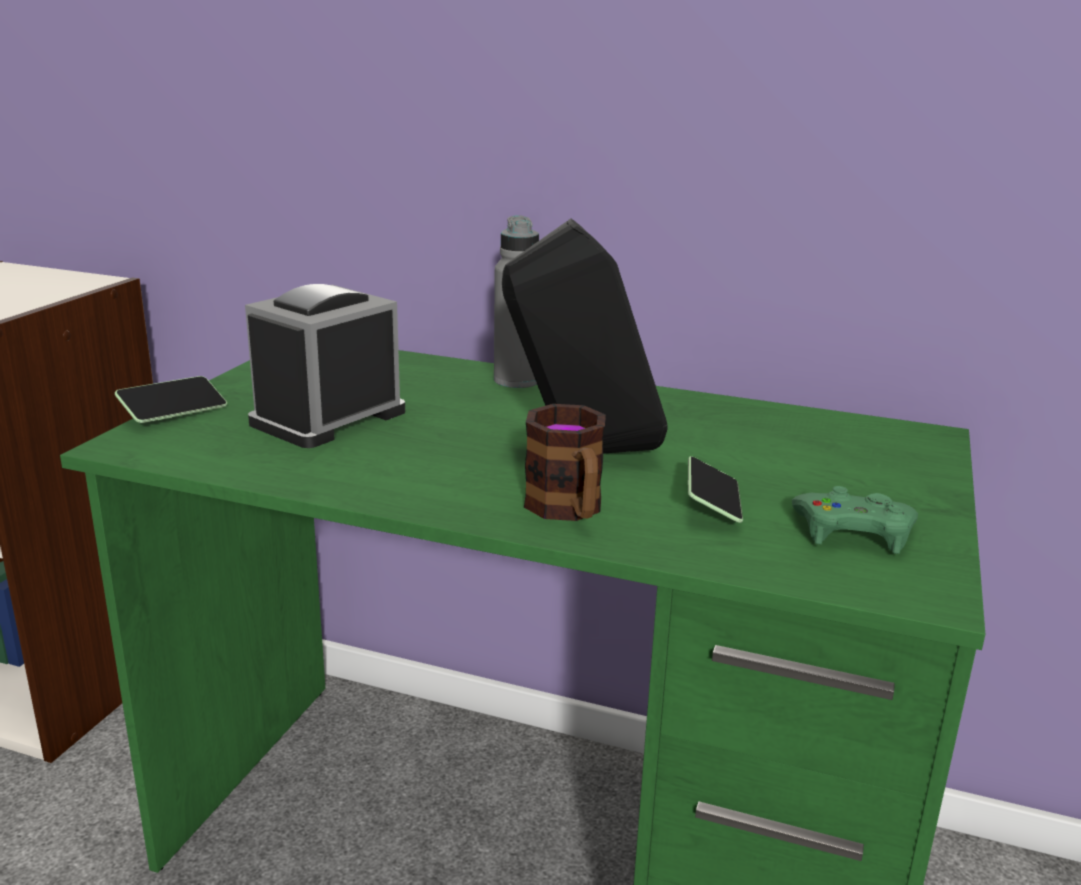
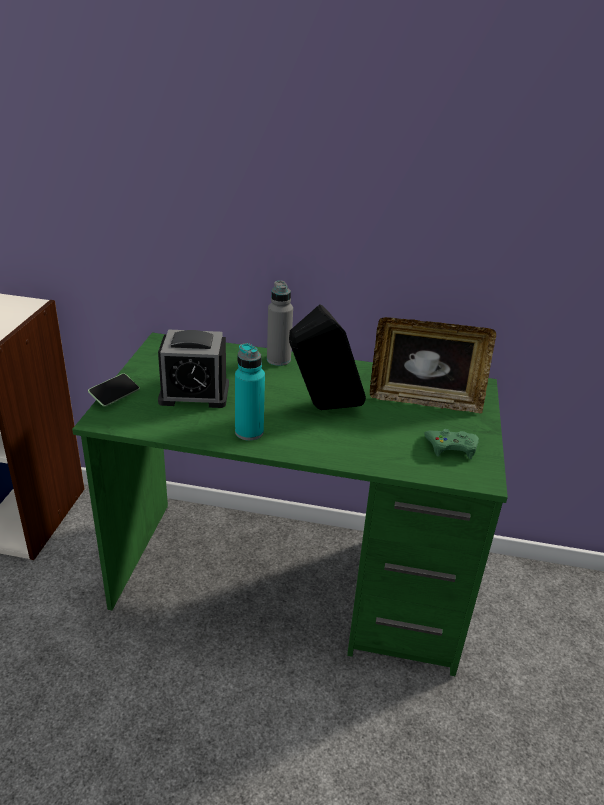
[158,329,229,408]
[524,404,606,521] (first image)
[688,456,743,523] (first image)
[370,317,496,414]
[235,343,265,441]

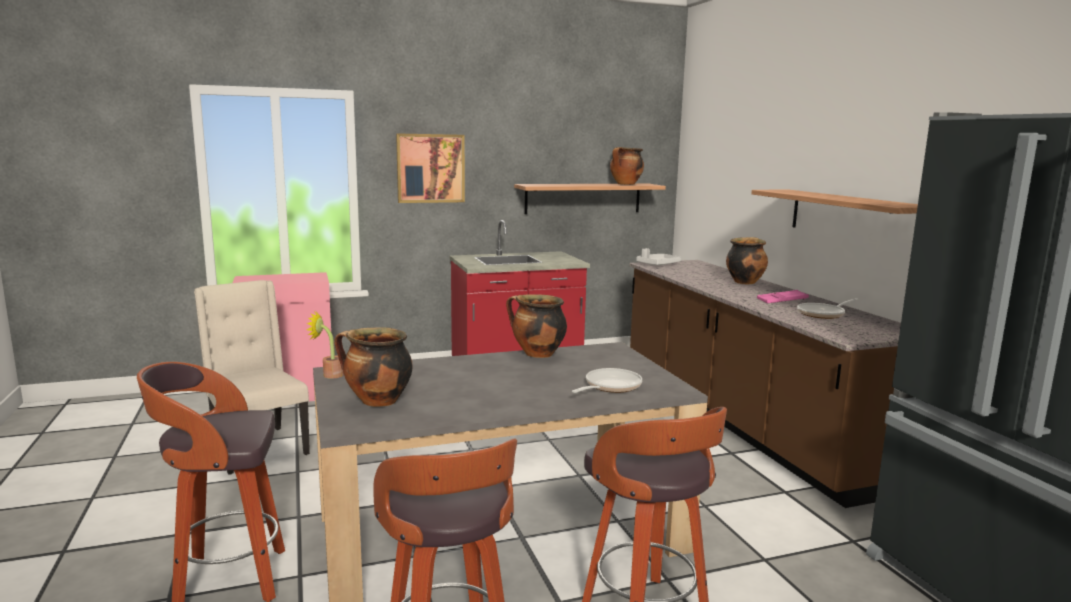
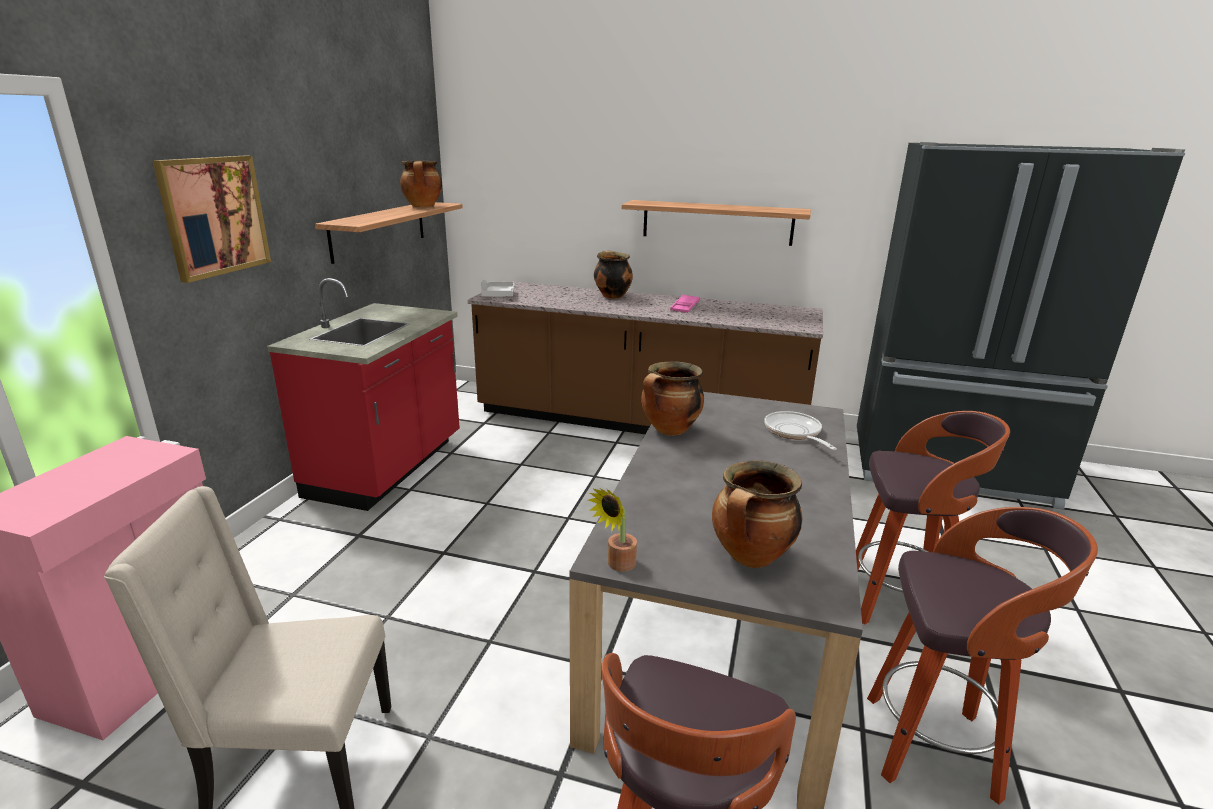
[797,298,859,319] (first image)

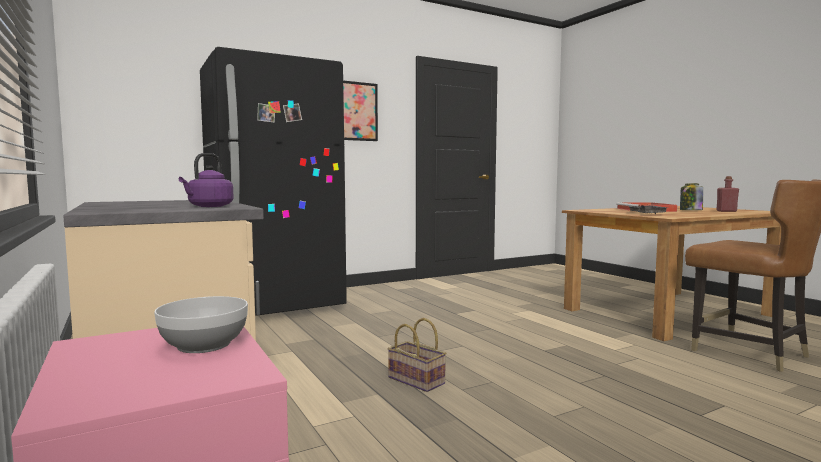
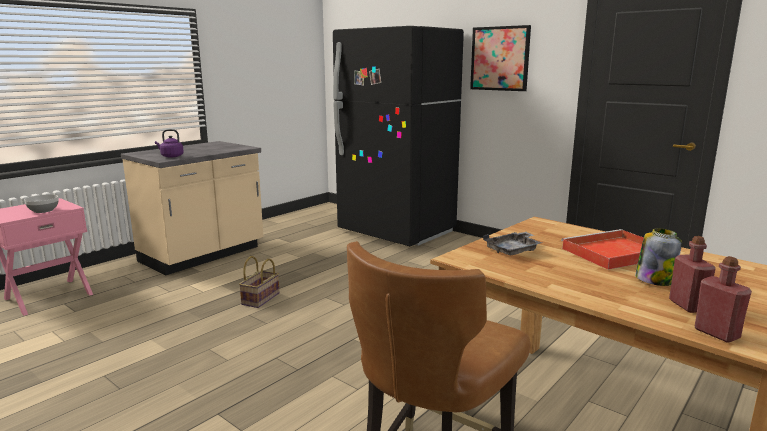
[695,256,752,342]

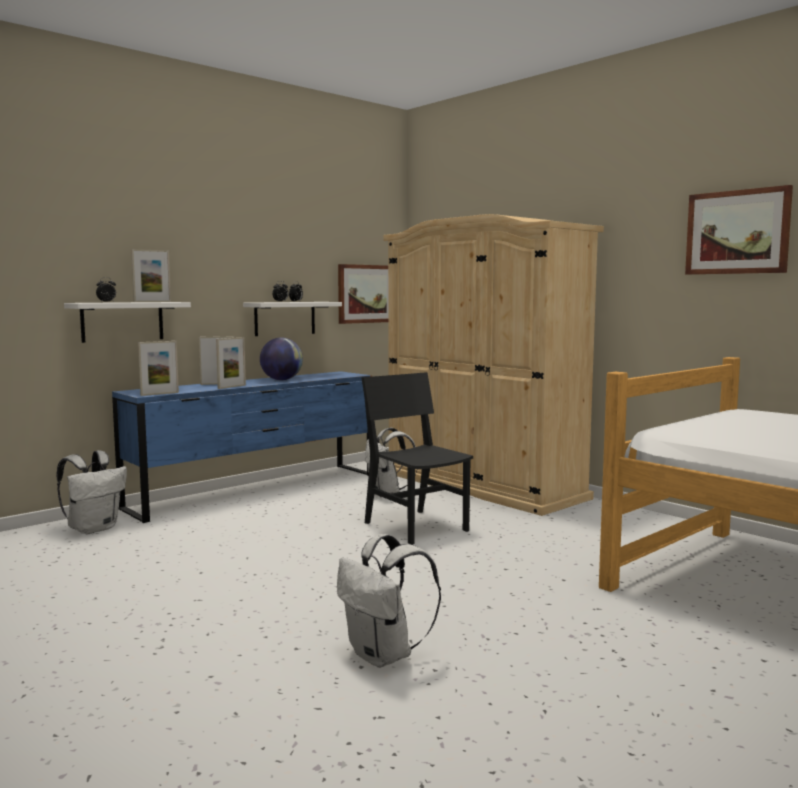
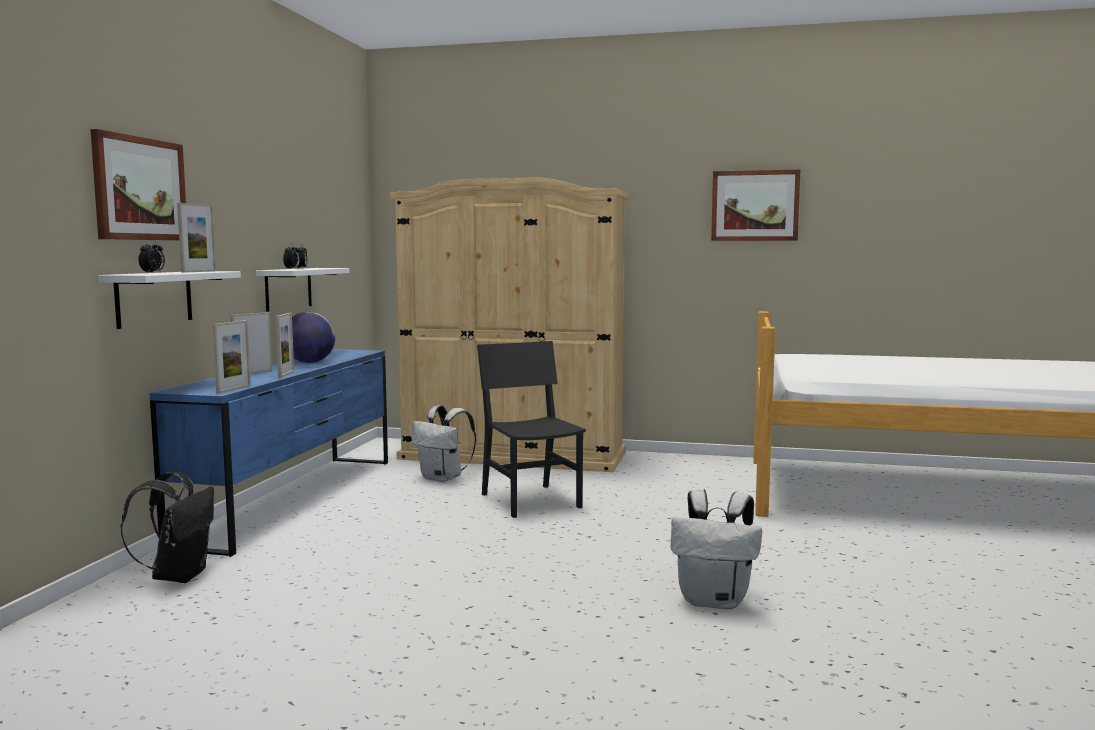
[91,129,186,241]
[477,341,586,518]
[121,471,214,583]

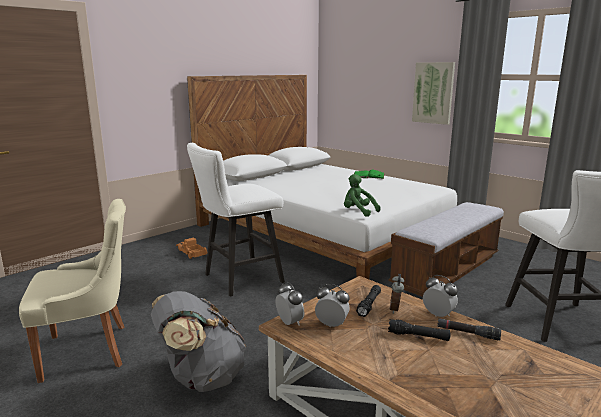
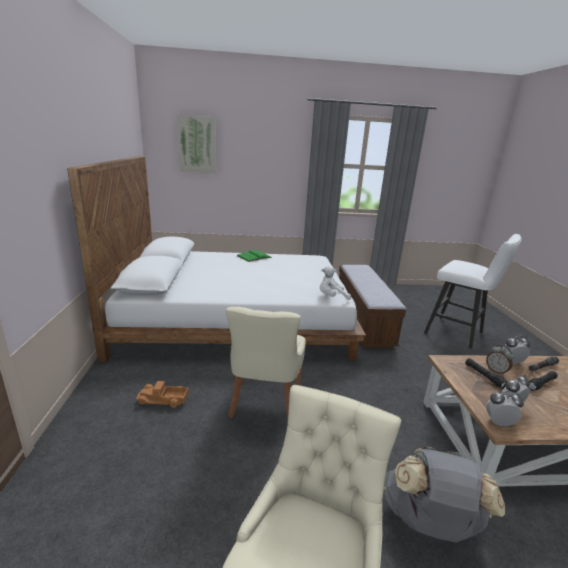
[177,115,216,173]
[225,307,306,420]
[320,265,351,300]

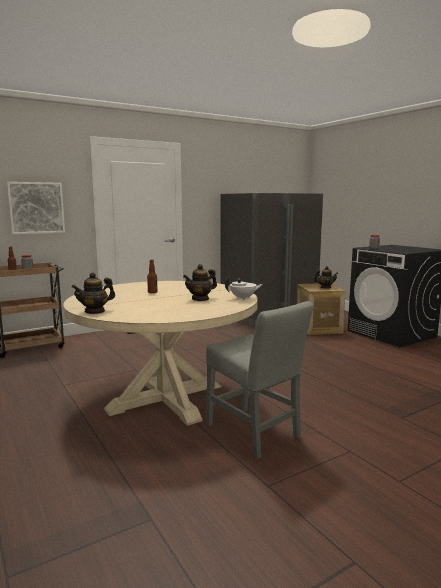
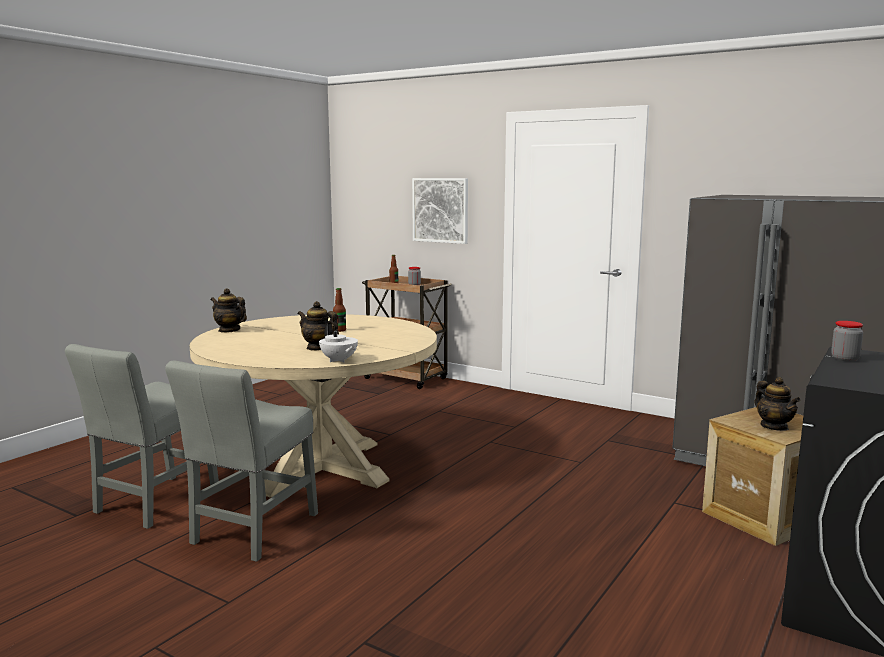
[65,344,219,529]

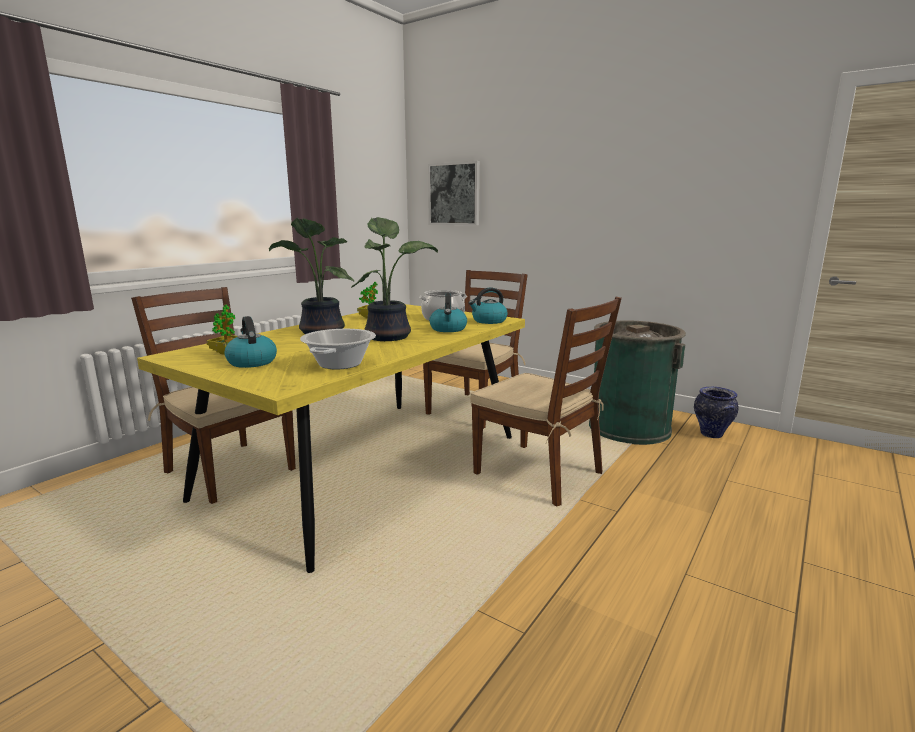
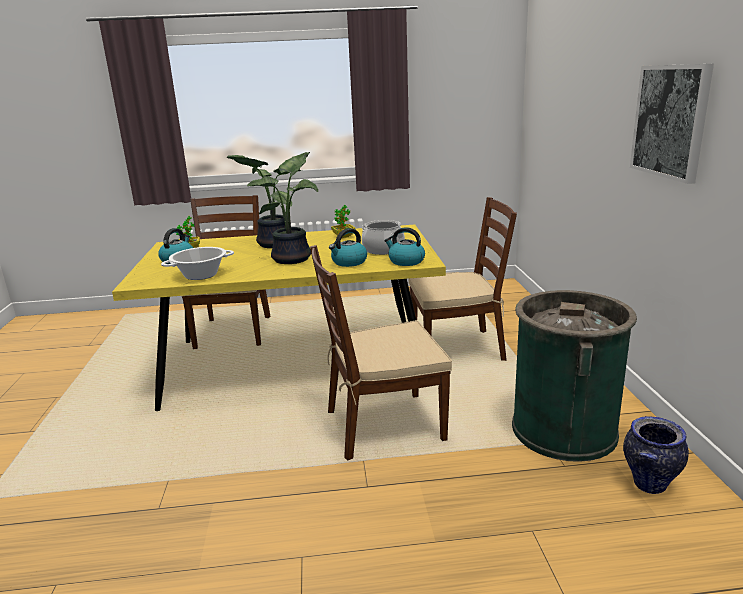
[630,64,714,184]
[310,245,452,461]

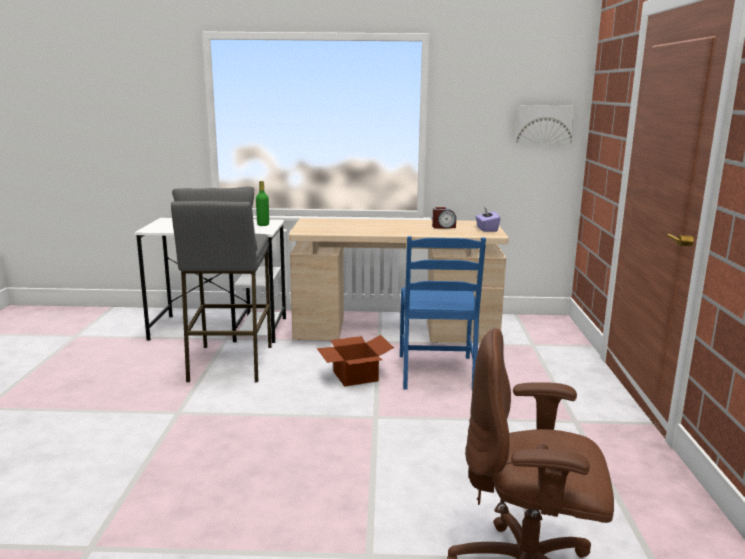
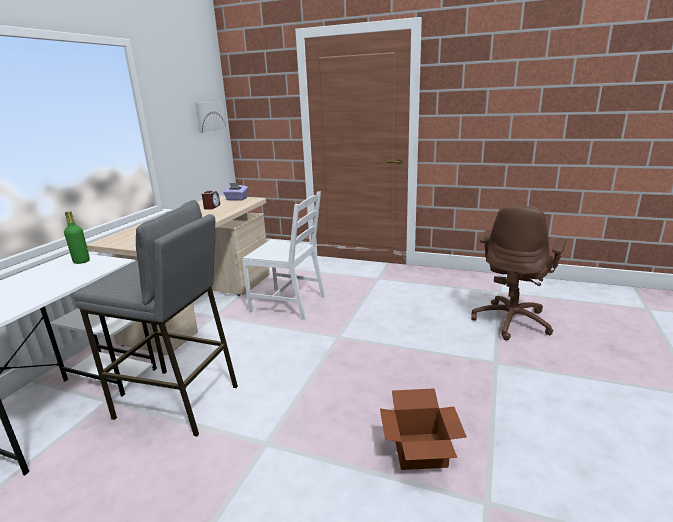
[242,191,325,320]
[380,388,467,470]

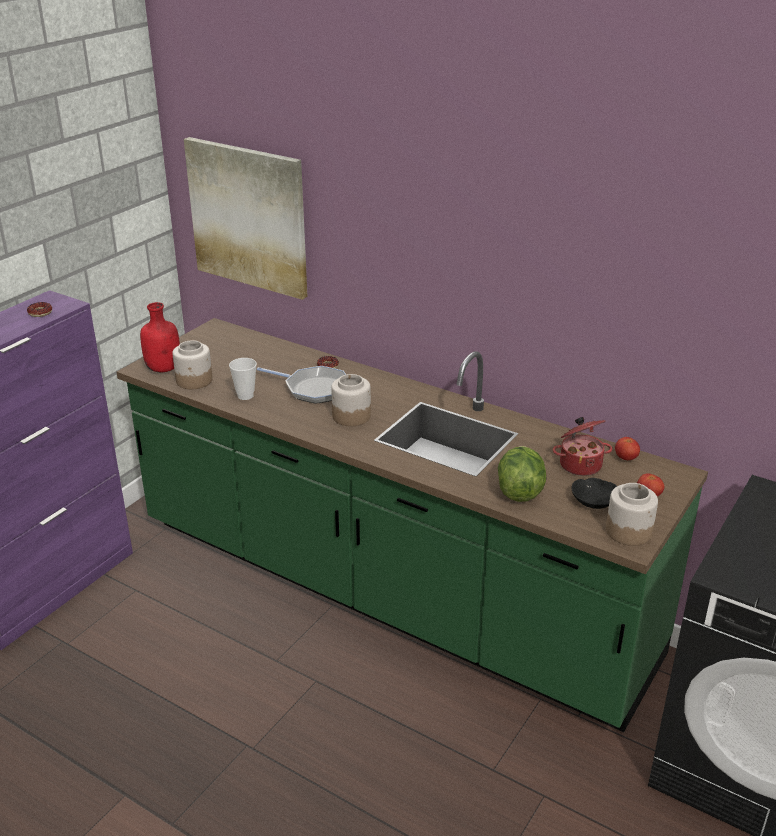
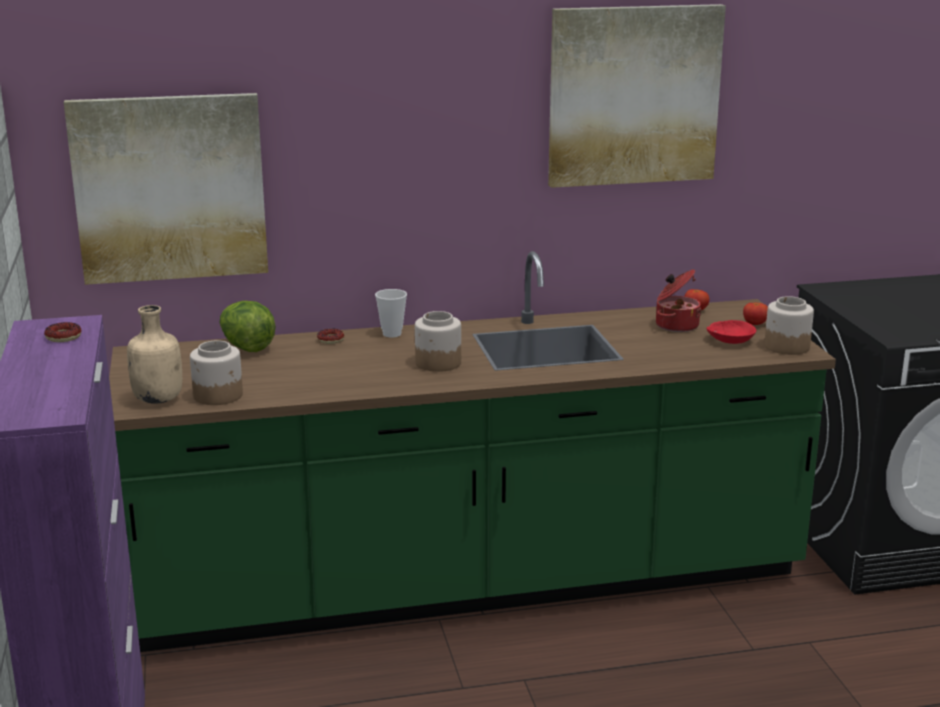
[127,305,182,404]
[375,289,407,337]
[257,366,346,404] (first image)
[220,301,276,352]
[707,320,756,344]
[548,4,726,188]

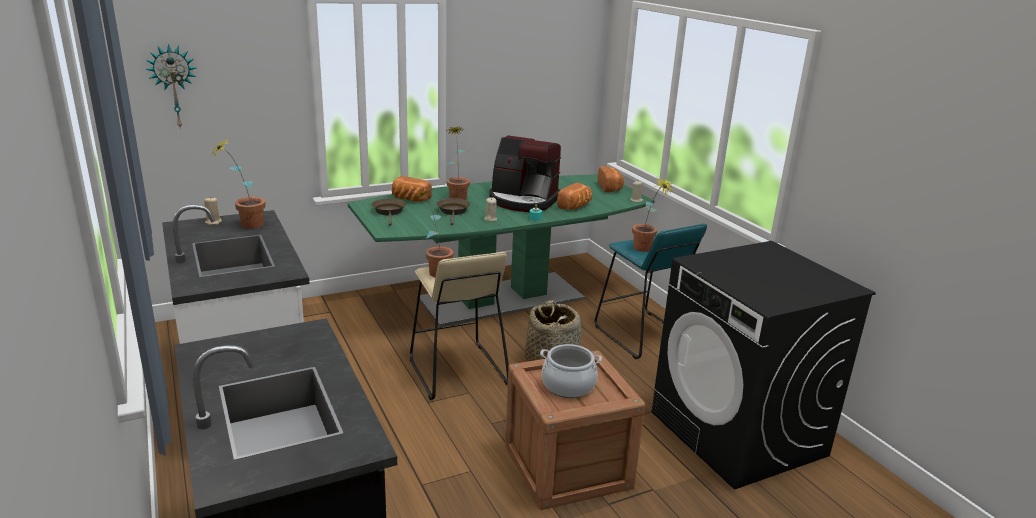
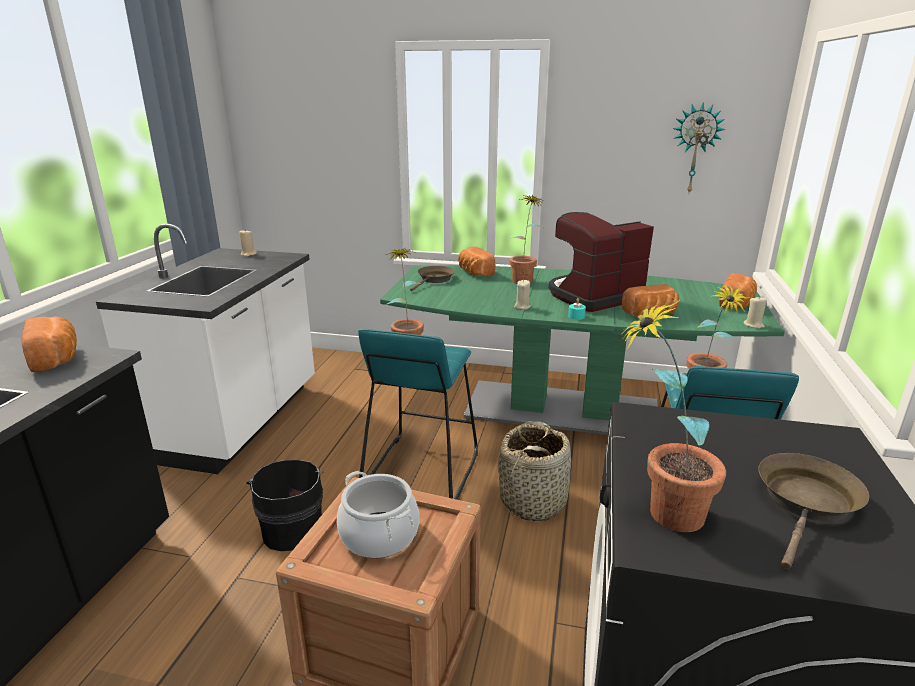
[673,103,725,193]
[549,212,654,312]
[618,300,726,532]
[758,453,869,569]
[358,329,478,500]
[21,316,77,372]
[246,460,324,551]

